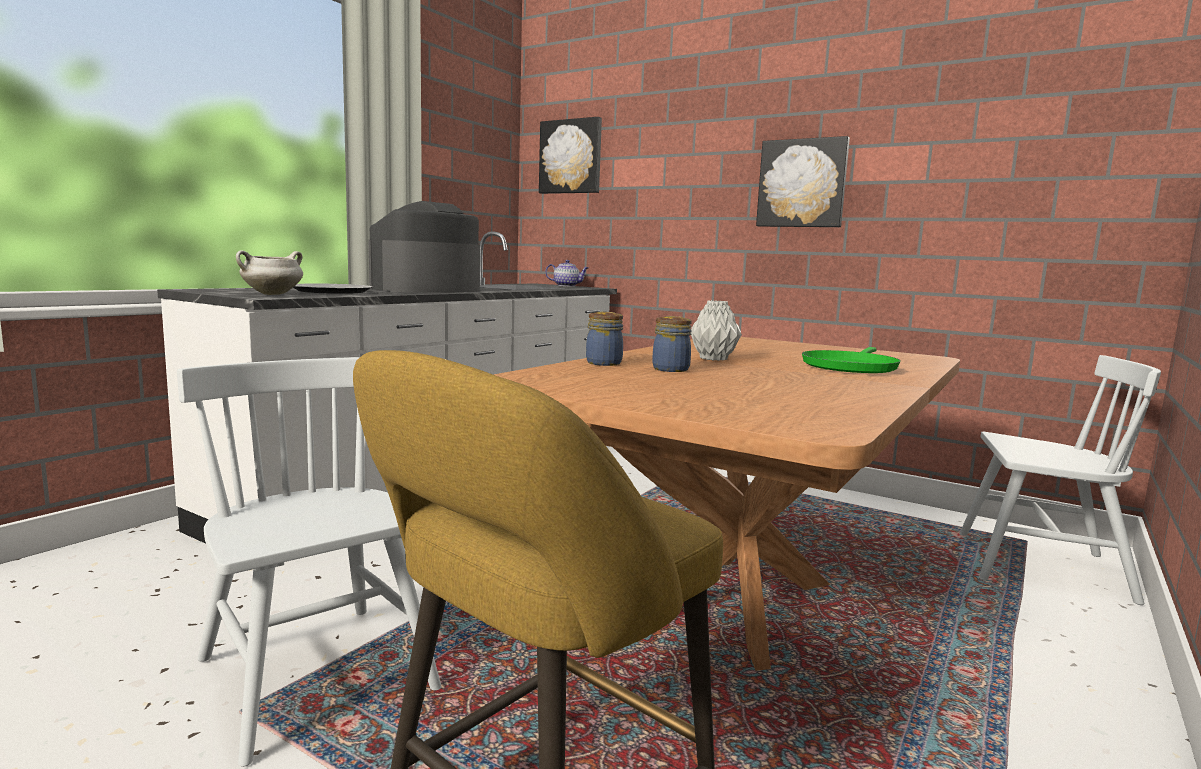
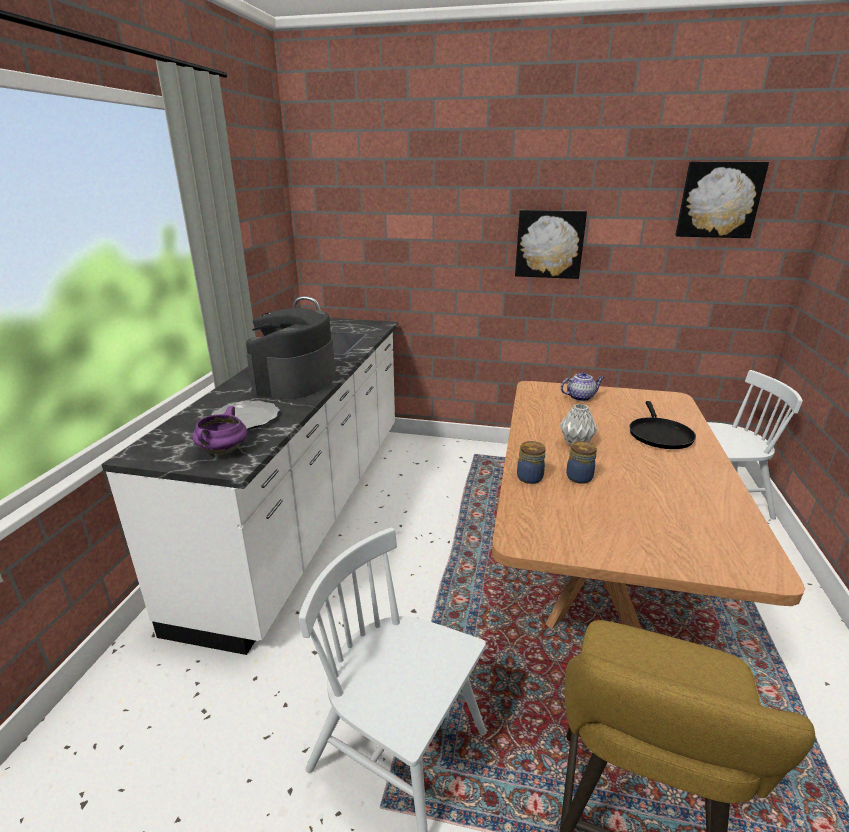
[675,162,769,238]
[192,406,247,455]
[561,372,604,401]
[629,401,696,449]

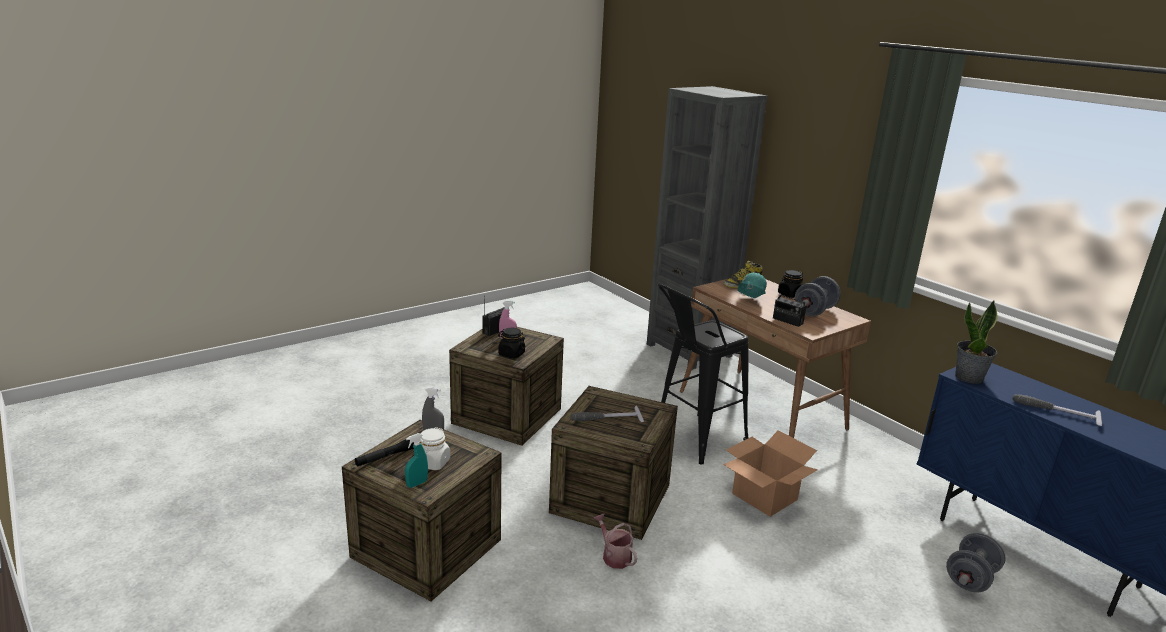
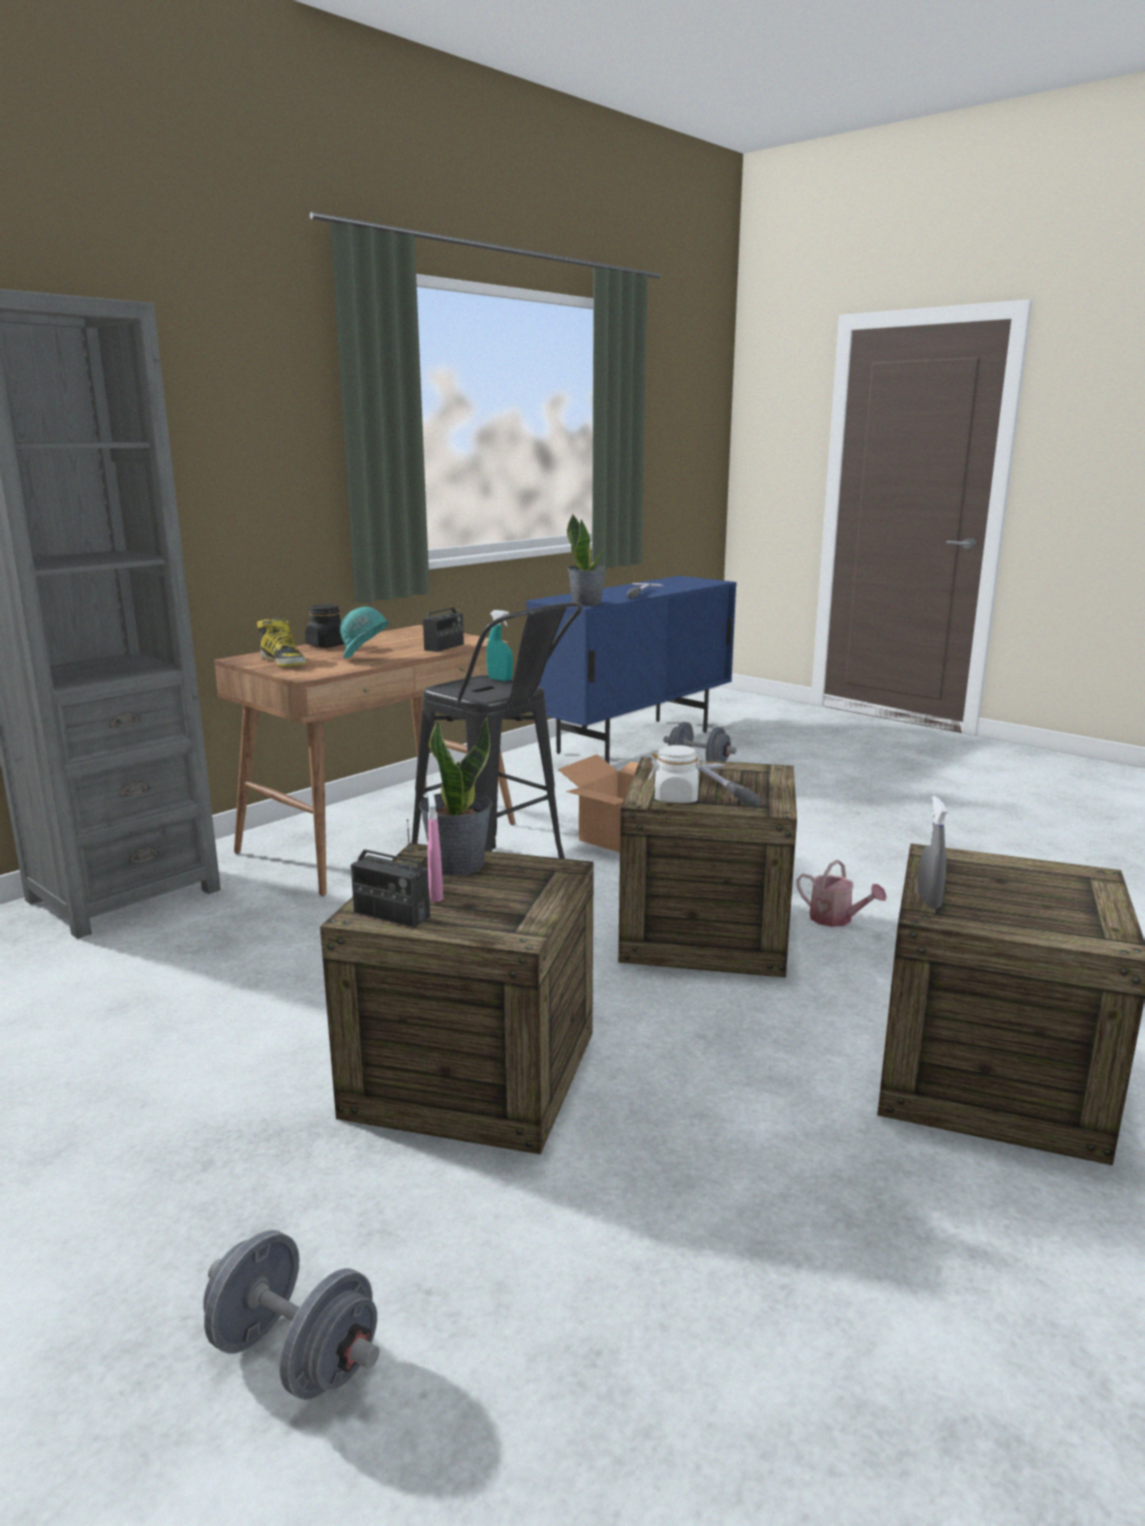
[203,1230,380,1400]
[498,328,526,358] (first image)
[649,745,706,803]
[487,610,513,681]
[355,440,414,467] (first image)
[796,860,887,927]
[419,717,492,875]

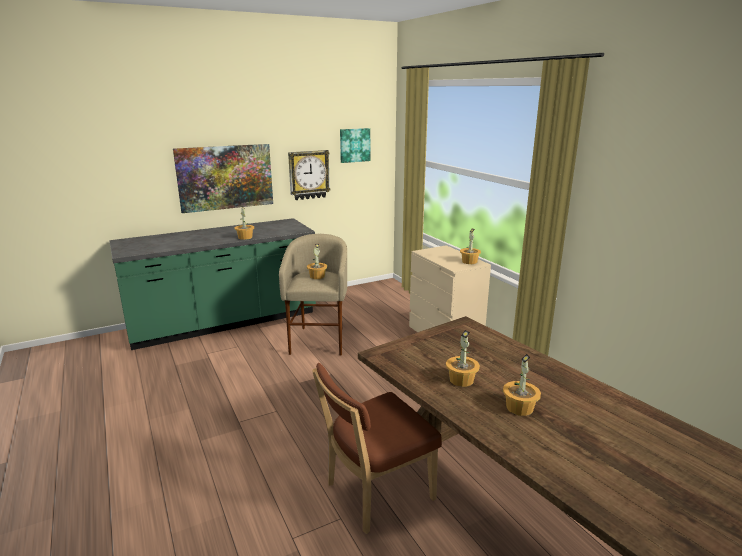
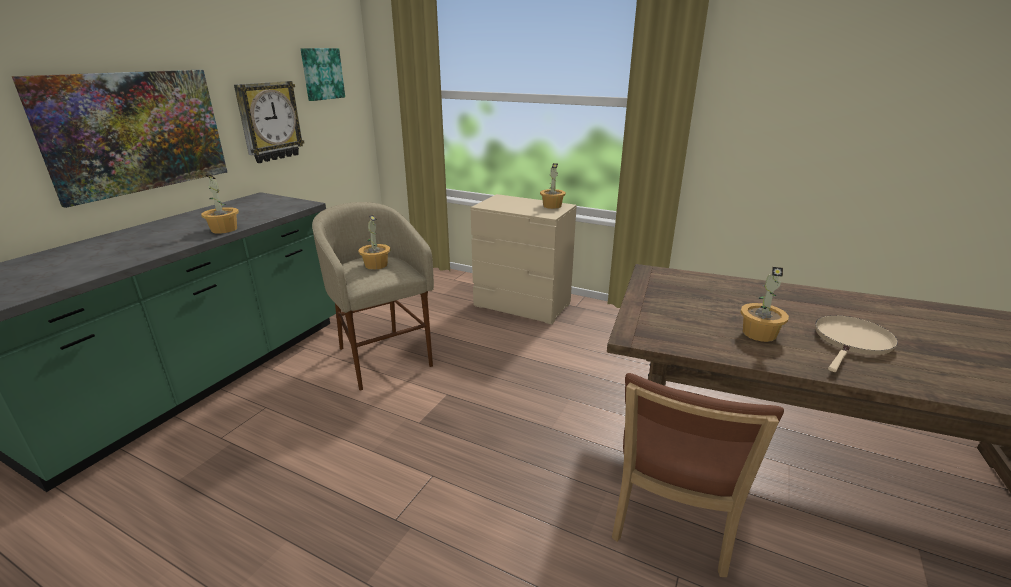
[815,315,898,372]

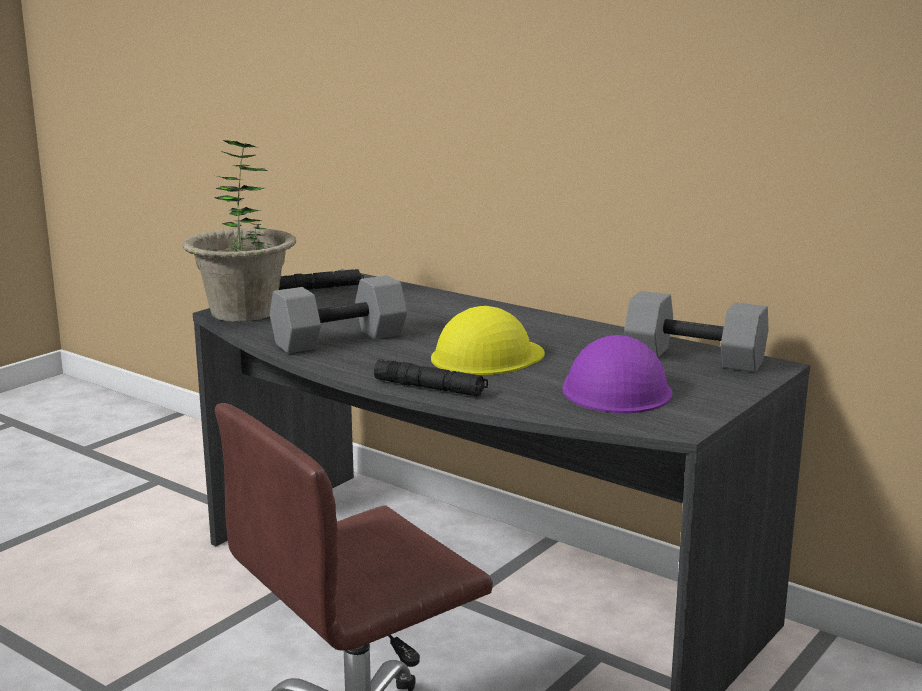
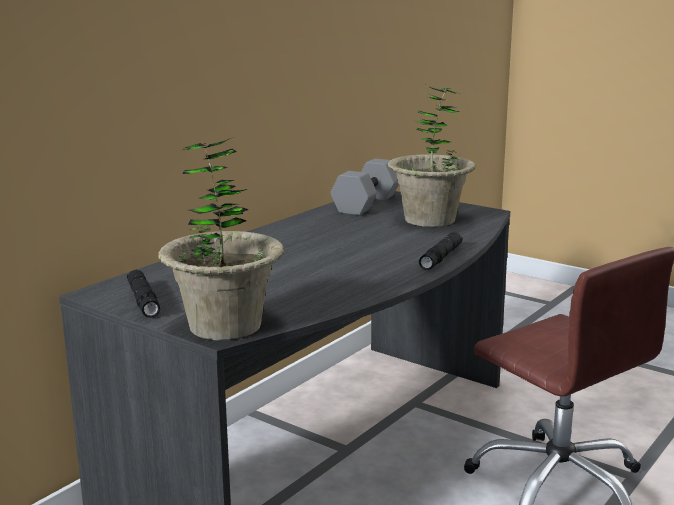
[270,275,407,353] (first image)
[431,306,545,375] (first image)
[388,84,476,227]

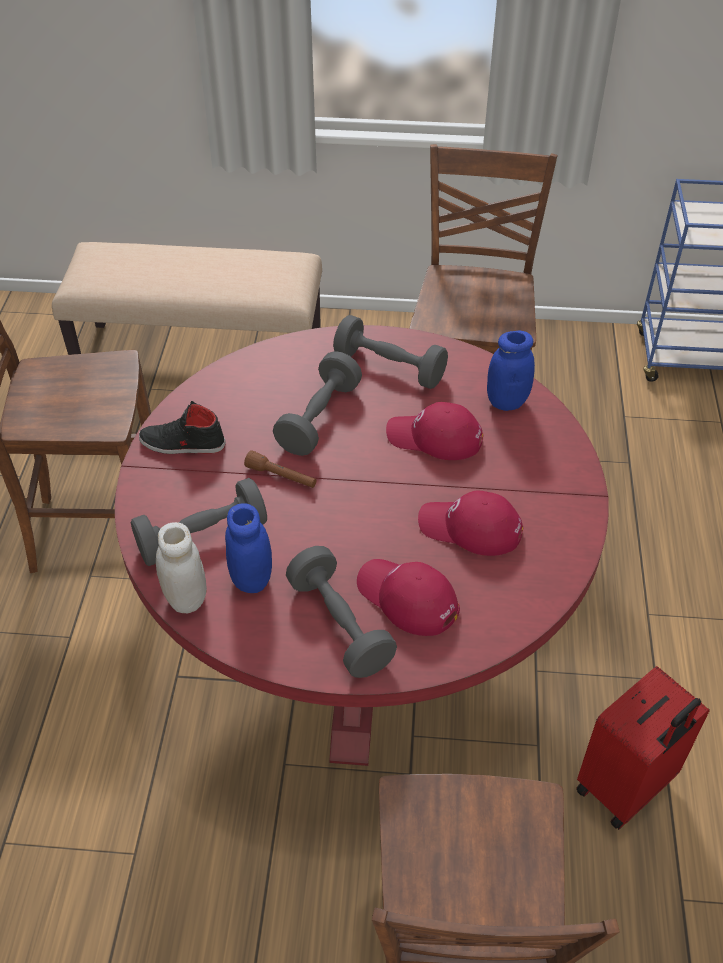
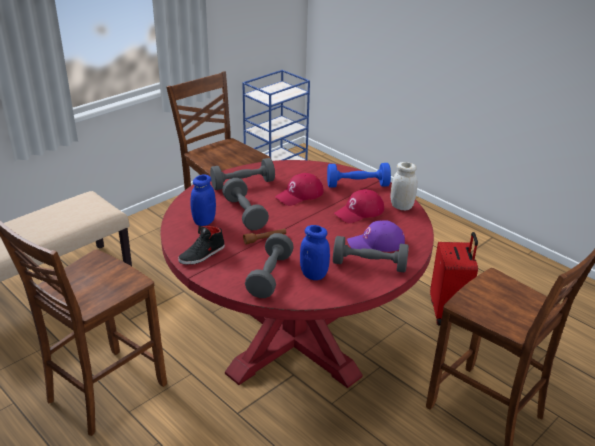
[190,175,216,226]
[390,162,418,210]
[347,220,405,252]
[327,163,391,188]

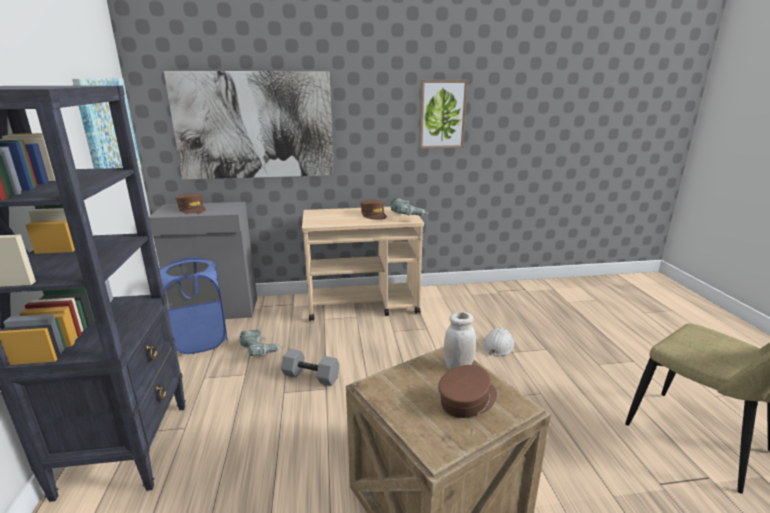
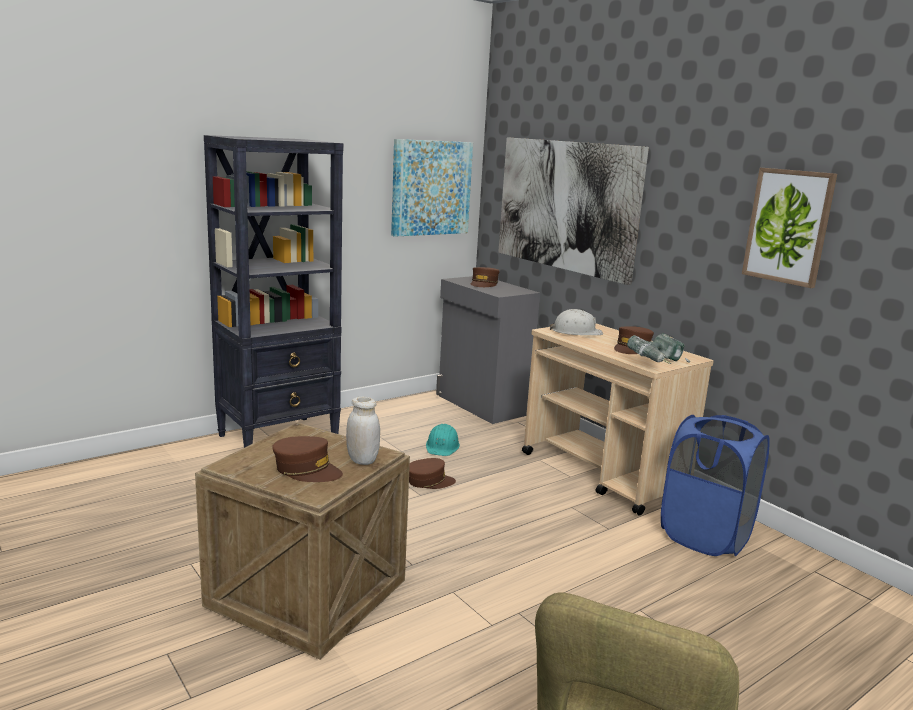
[661,415,770,556]
[550,309,603,335]
[426,424,460,456]
[409,458,456,489]

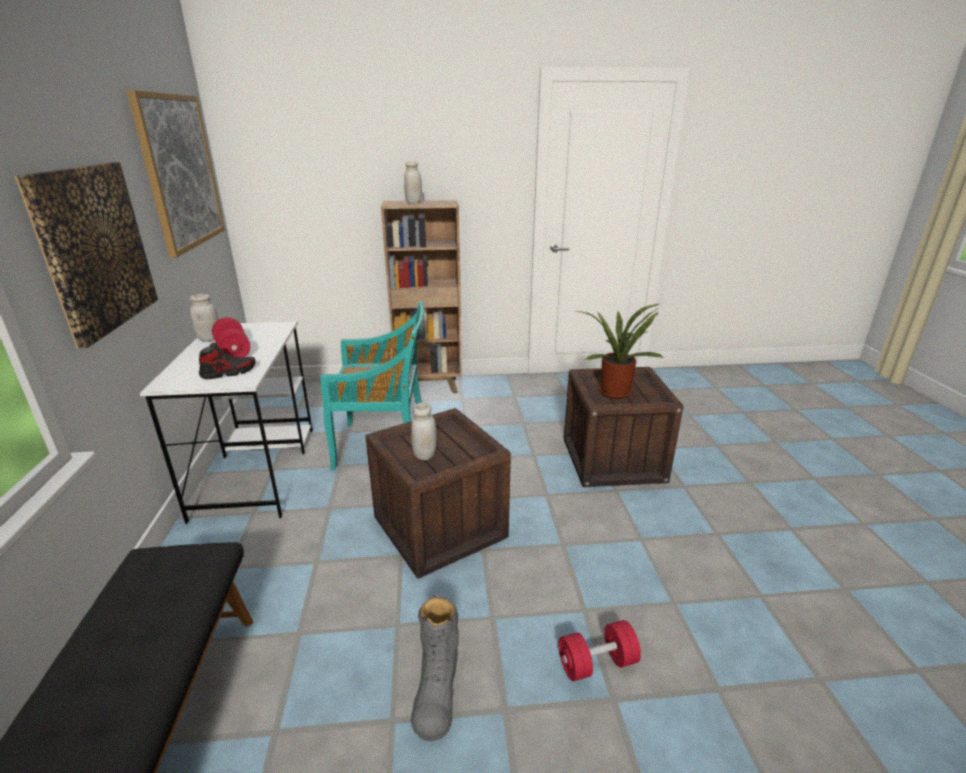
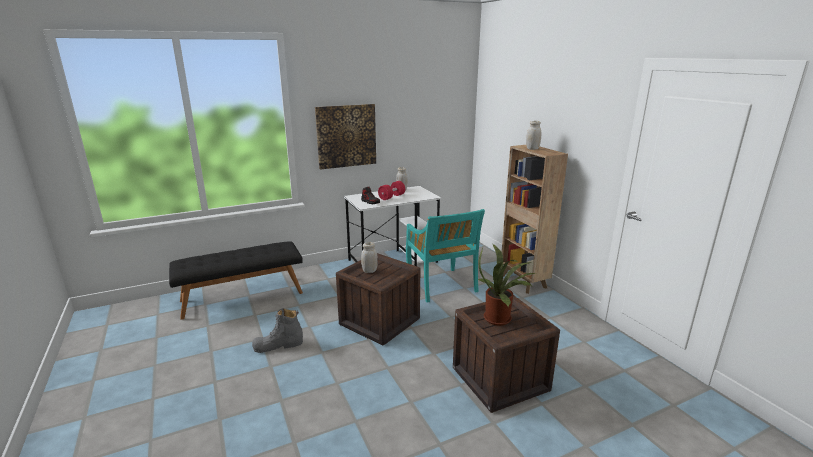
[126,90,225,258] (first image)
[559,620,641,681] (first image)

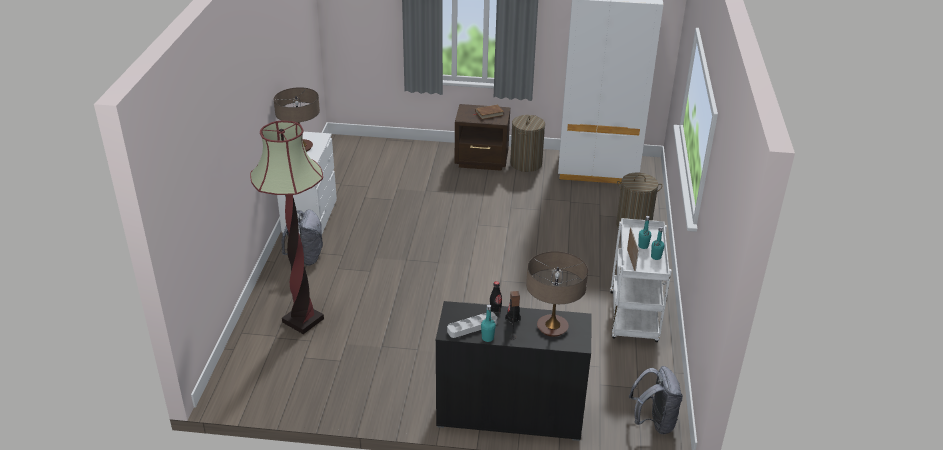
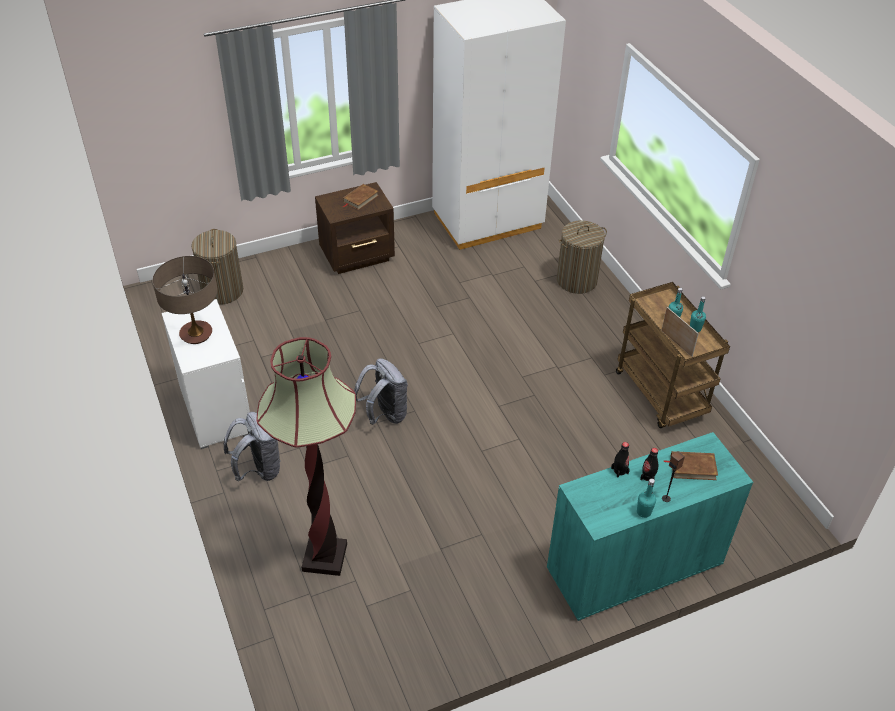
[191,229,243,304]
[616,282,730,428]
[664,451,718,480]
[547,432,753,621]
[447,312,497,338] (first image)
[354,358,408,425]

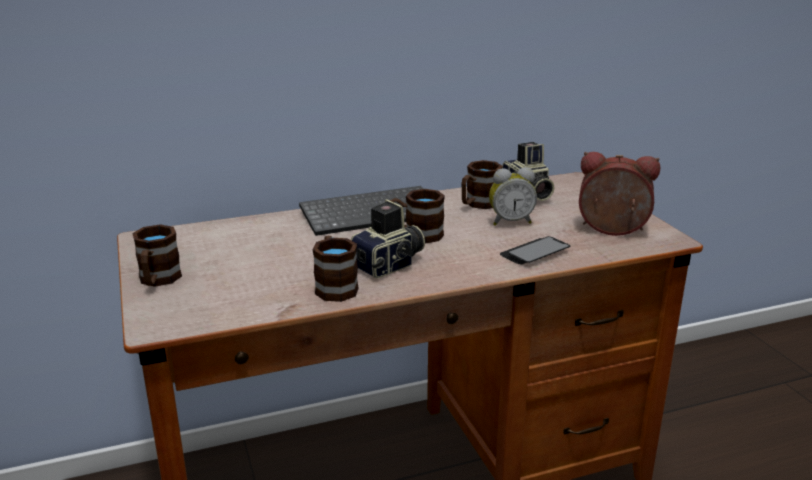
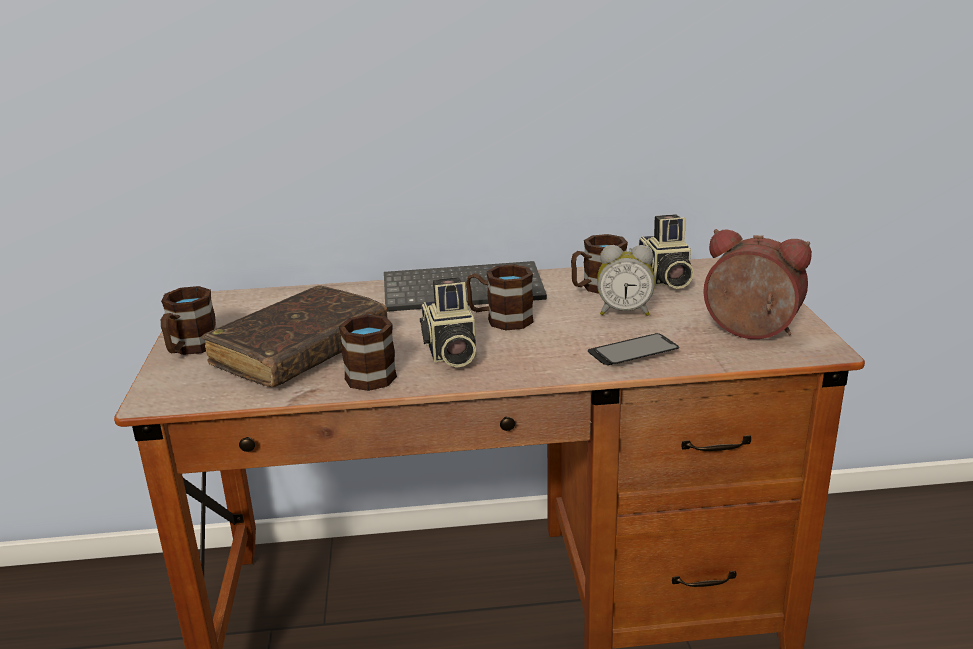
[420,277,476,368]
[202,285,387,387]

